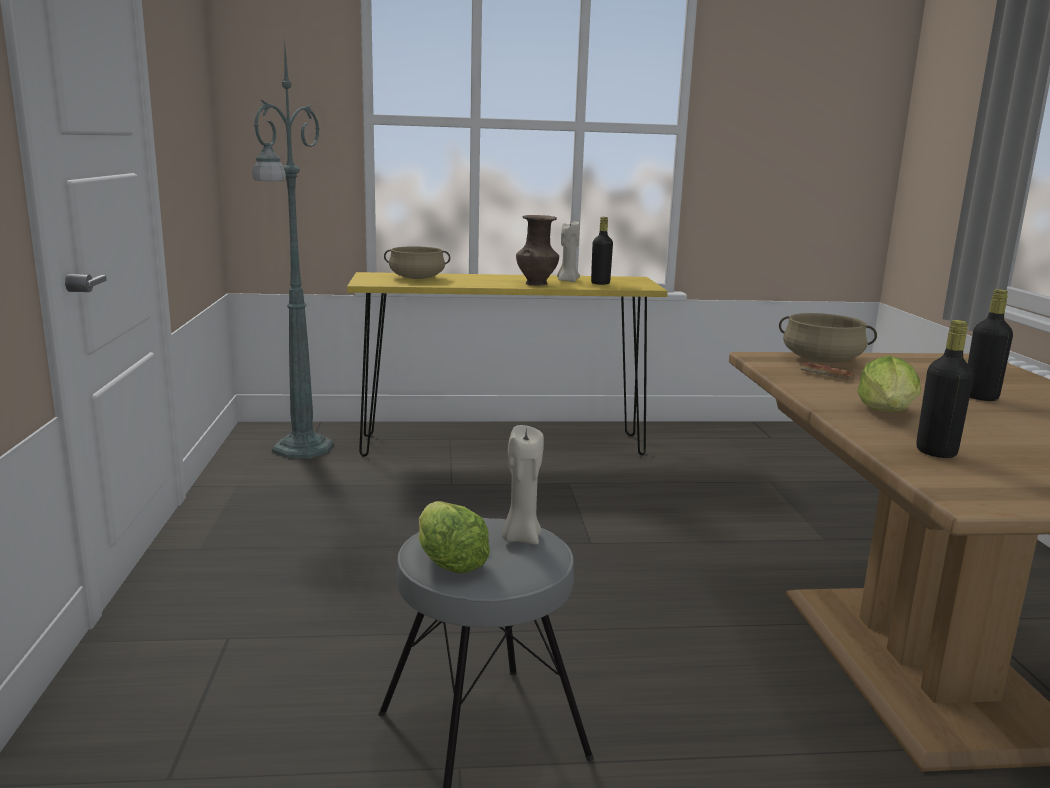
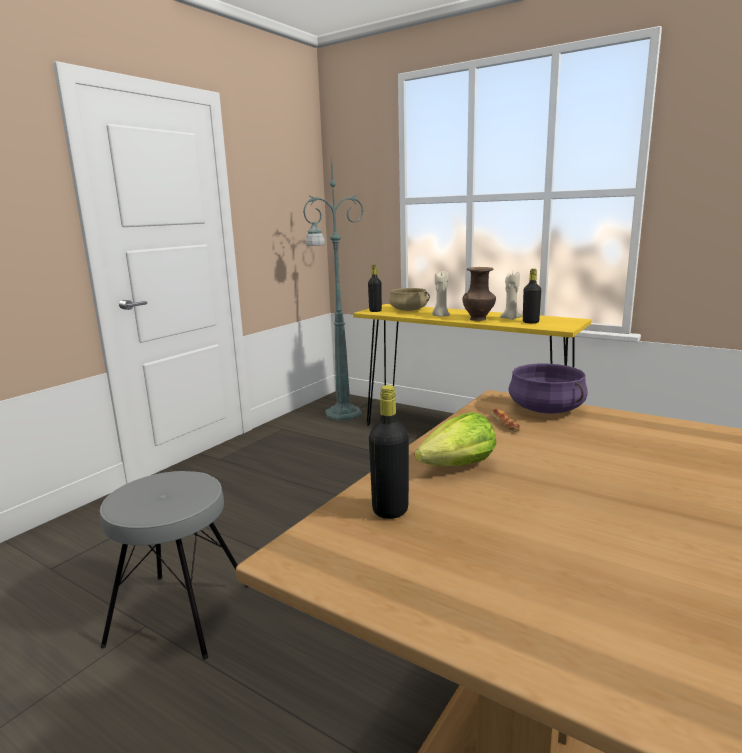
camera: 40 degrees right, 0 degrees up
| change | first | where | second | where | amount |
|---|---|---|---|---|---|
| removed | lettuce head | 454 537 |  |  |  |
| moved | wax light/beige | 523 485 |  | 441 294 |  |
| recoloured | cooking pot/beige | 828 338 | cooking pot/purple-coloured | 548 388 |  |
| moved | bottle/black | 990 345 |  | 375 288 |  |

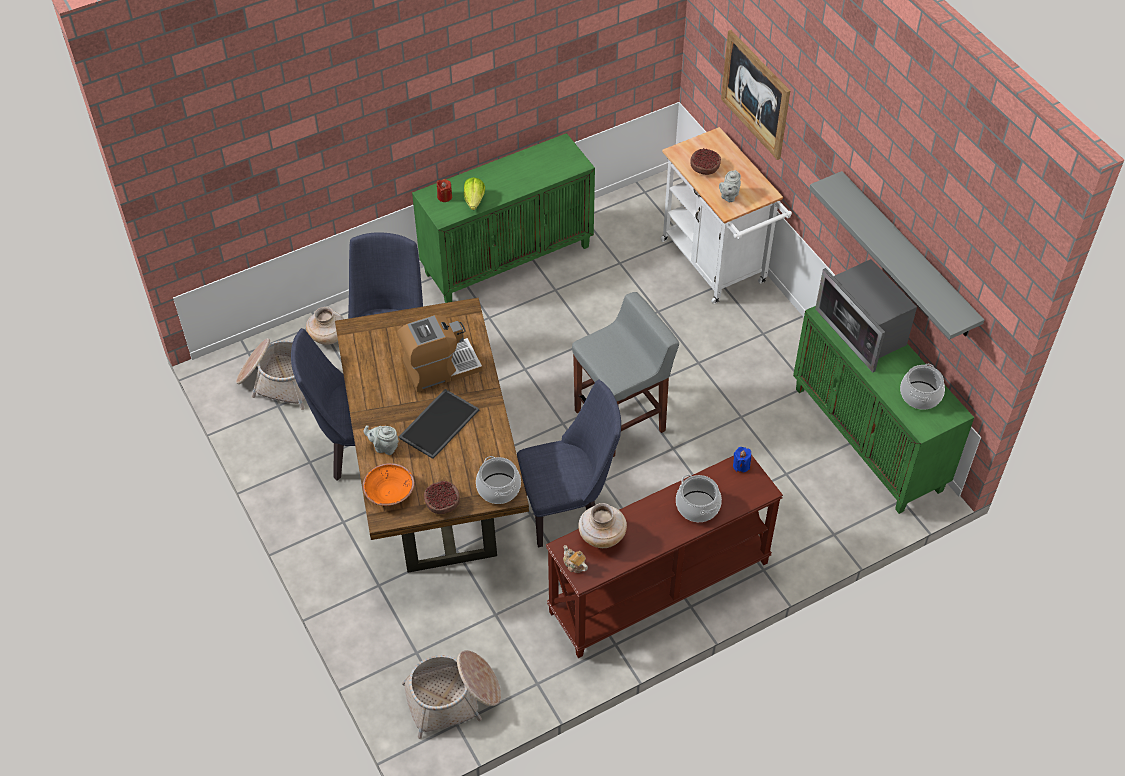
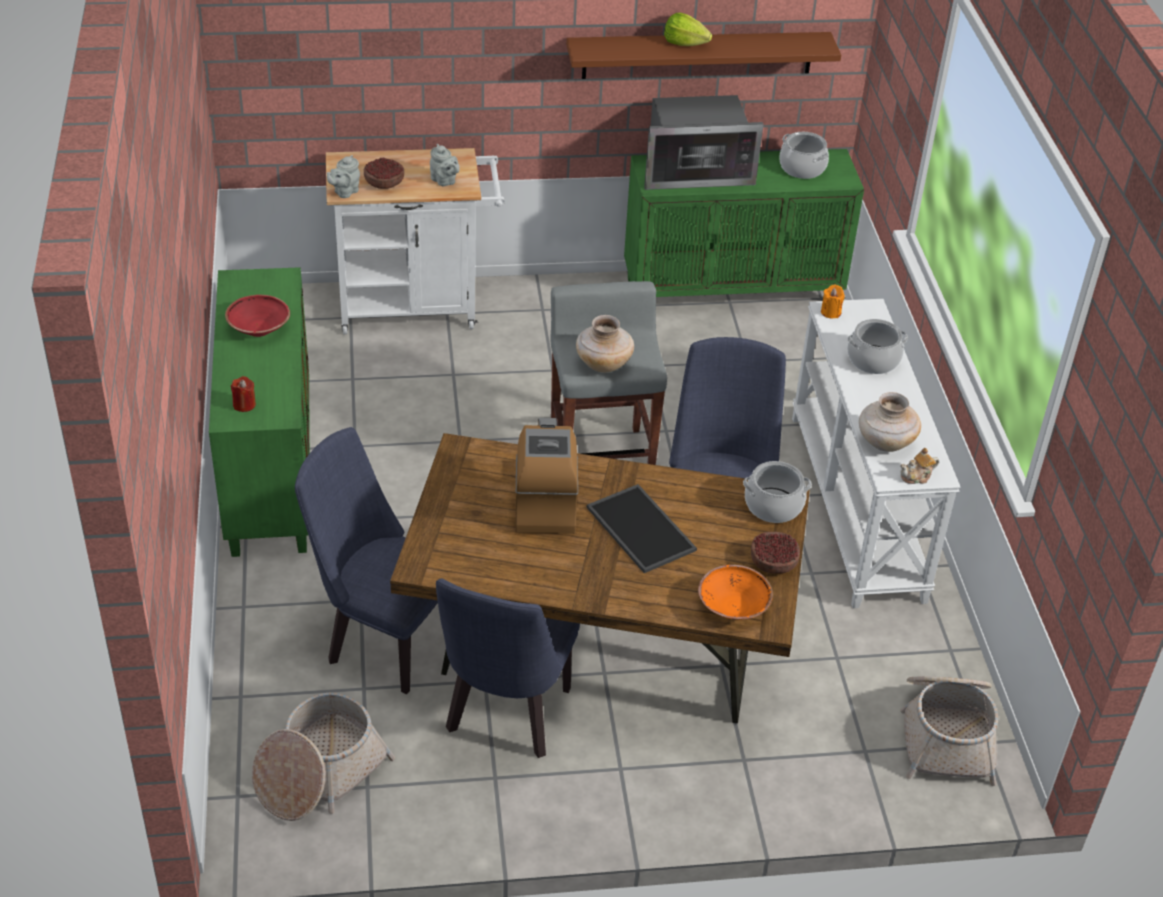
camera: 70 degrees left, 10 degrees down
| change | first | where | second | where | amount |
|---|---|---|---|---|---|
| moved | flower vase/beige | 325 326 |  | 605 344 |  |
| moved | tea pot/gray | 381 440 |  | 343 176 |  |
| moved | lettuce head | 474 193 |  | 688 29 |  |
| recoloured | console table/brown-coloured | 664 556 | console table/whitish | 876 453 |  |
| removed | wall art | 755 95 |  |  |  |
| recoloured | wax light/bluish | 742 460 | wax light/orange-coloured | 833 302 |  |
| recoloured | shelf/gray | 897 255 | shelf/brown-coloured | 703 55 |  |
| added |  |  | serving bowl/red-coloured | 257 316 |  |

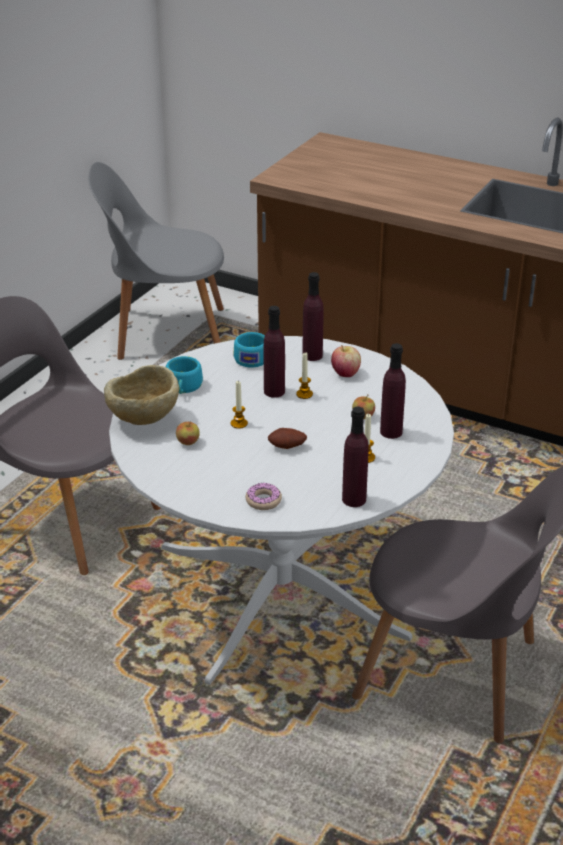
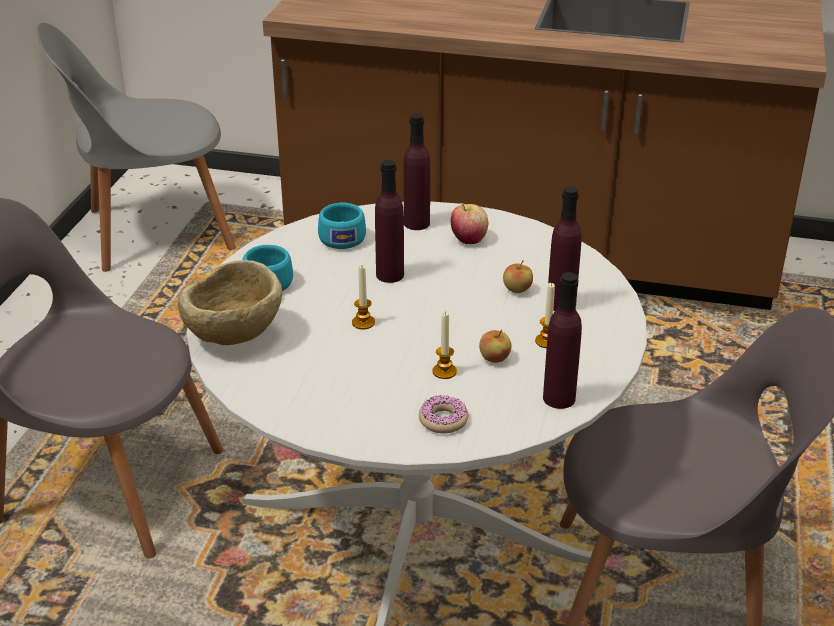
camera: 15 degrees left, 0 degrees up
| change | first | where | second | where | amount |
|---|---|---|---|---|---|
| moved | apple fruit | 188 433 |  | 495 346 |  |
| removed | whole potato | 287 438 |  |  |  |
| moved | wax light | 304 376 |  | 444 345 |  |

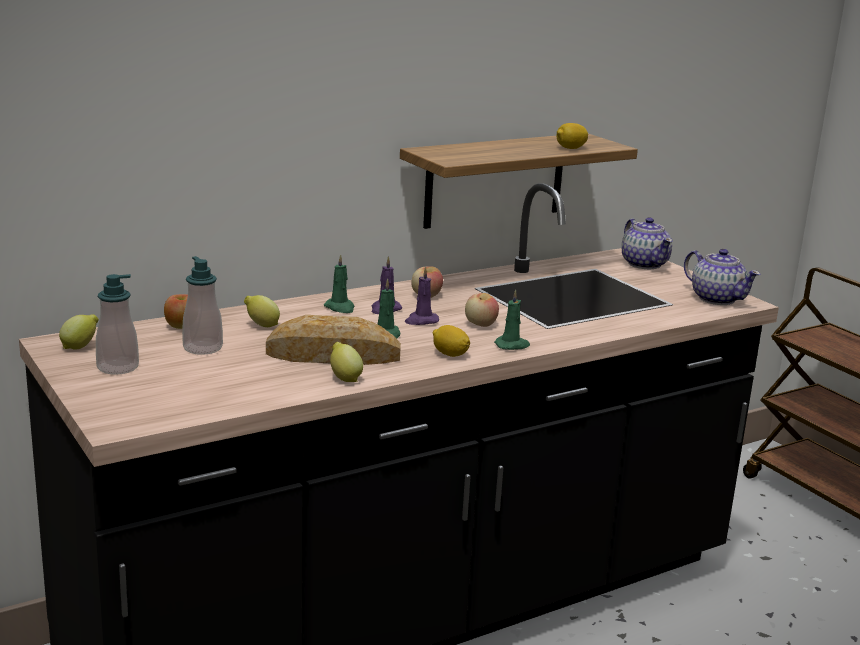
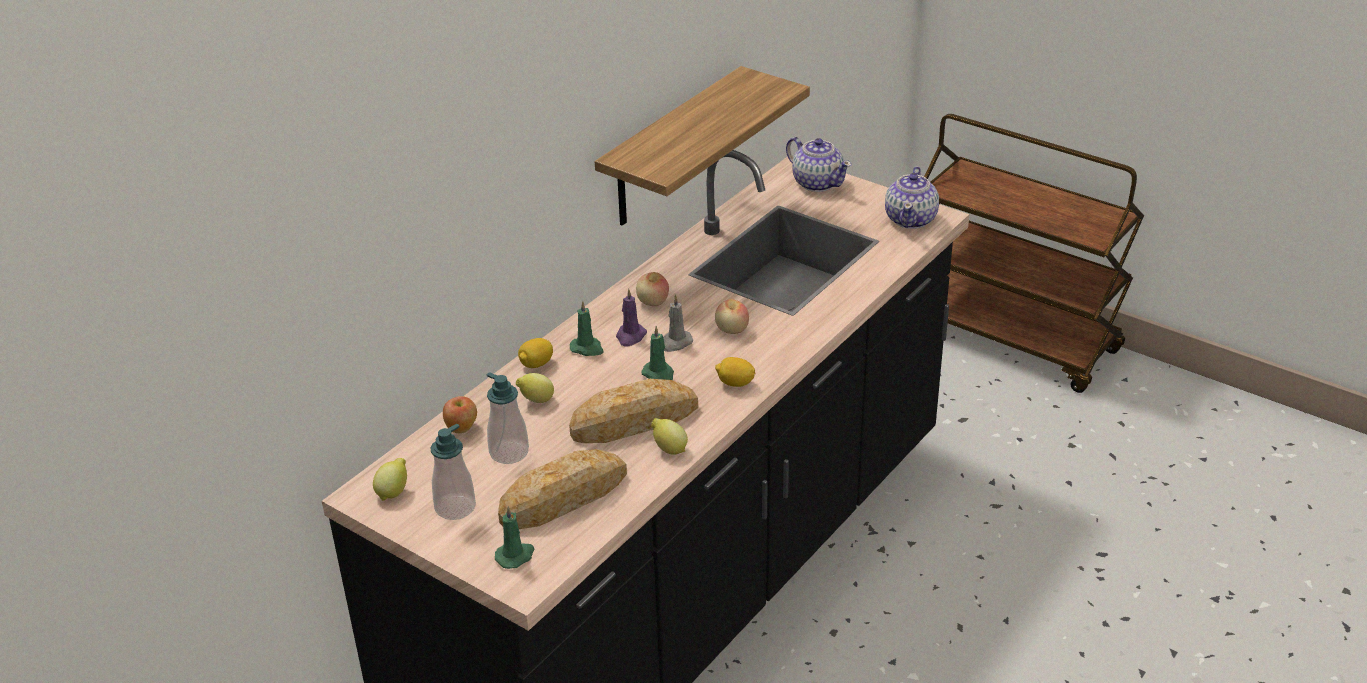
camera: 20 degrees left, 15 degrees up
| change | first | where | second | where | amount |
|---|---|---|---|---|---|
| recoloured | wax light/purple-coloured | 422 296 | wax light/gray | 678 323 |  |
| moved | wax light/green | 512 320 |  | 514 537 |  |
| moved | citrus fruit | 572 136 |  | 535 353 |  |
| turned | tea pot | 722 277 |  | 912 197 | 75 degrees clockwise |
| added |  |  | baked bread | 562 489 |  |

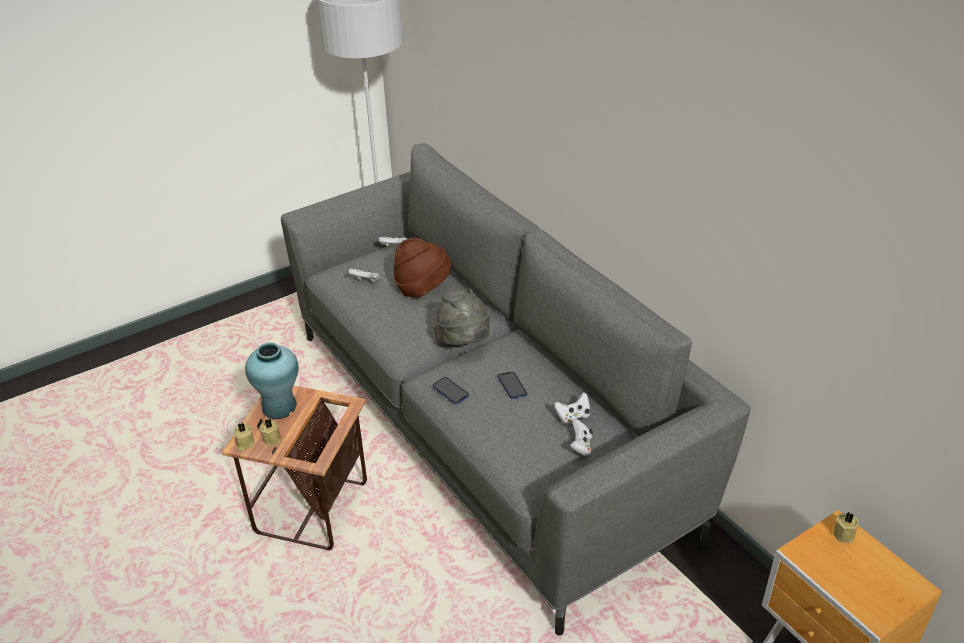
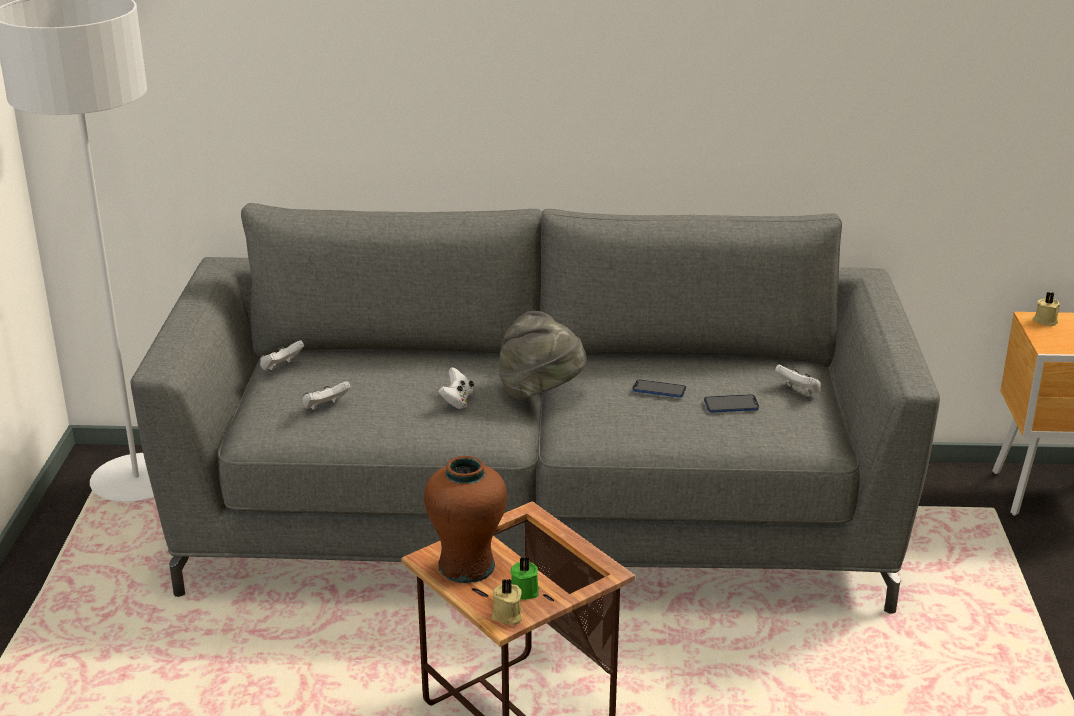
camera: 55 degrees left, 10 degrees down
| change | first | where | second | where | amount |
|---|---|---|---|---|---|
| recoloured | flower vase/turquoise-coloured | 272 381 | flower vase/brown-coloured | 465 519 |  |
| recoloured | wax light/beige | 270 432 | wax light/green | 524 578 |  |
| removed | hat/brown-coloured | 422 268 |  |  |  |
| moved | handset | 450 391 |  | 731 403 |  |
| moved | joypad/whitish | 572 408 |  | 456 388 |  |

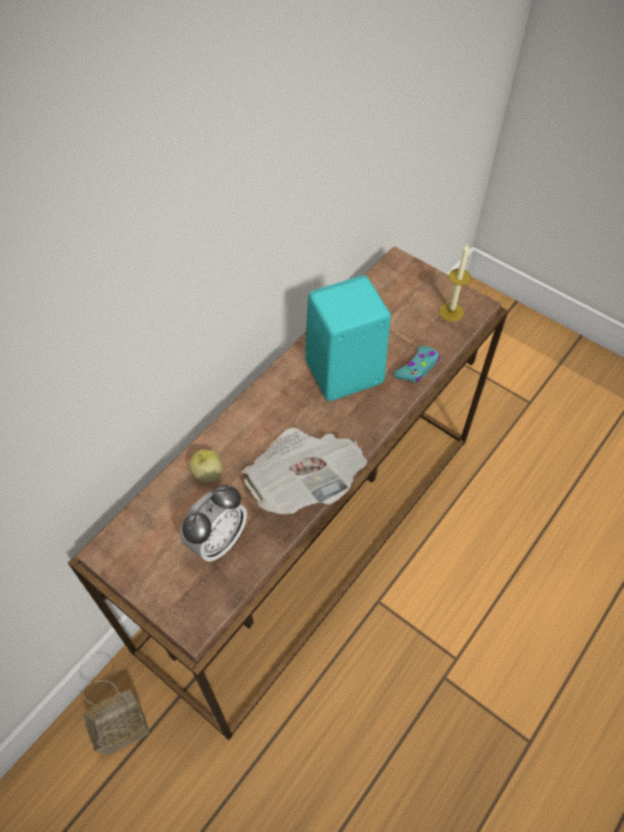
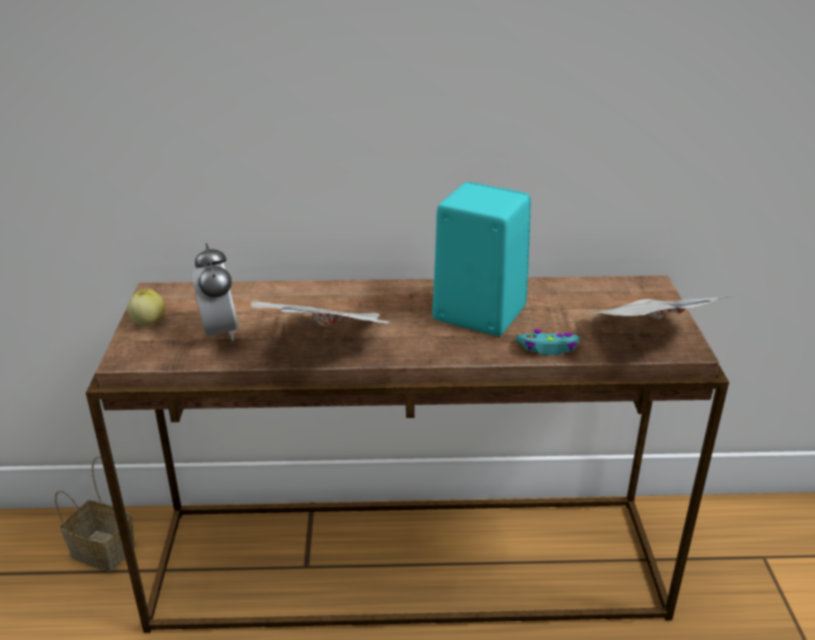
camera: 50 degrees right, 25 degrees down
| change | first | where | second | where | amount |
|---|---|---|---|---|---|
| turned | alarm clock | 213 523 |  | 215 292 | 105 degrees counterclockwise |
| moved | apple fruit | 206 466 |  | 147 307 |  |
| replaced | wax light | 455 282 | daily paper | 657 308 |  |

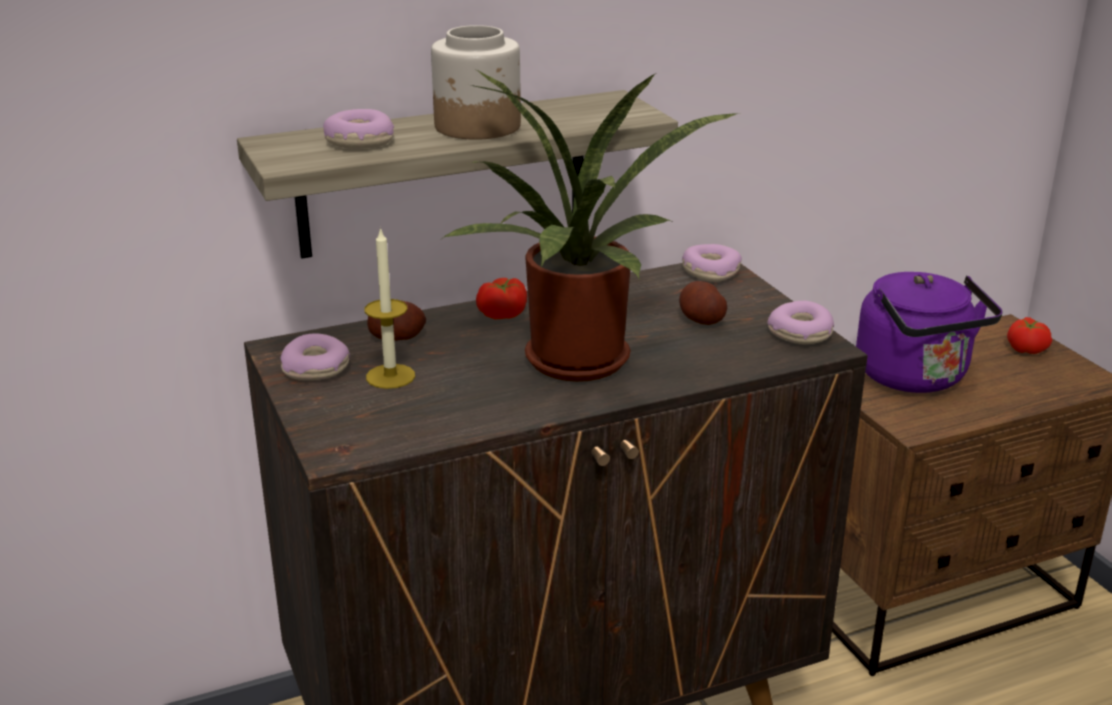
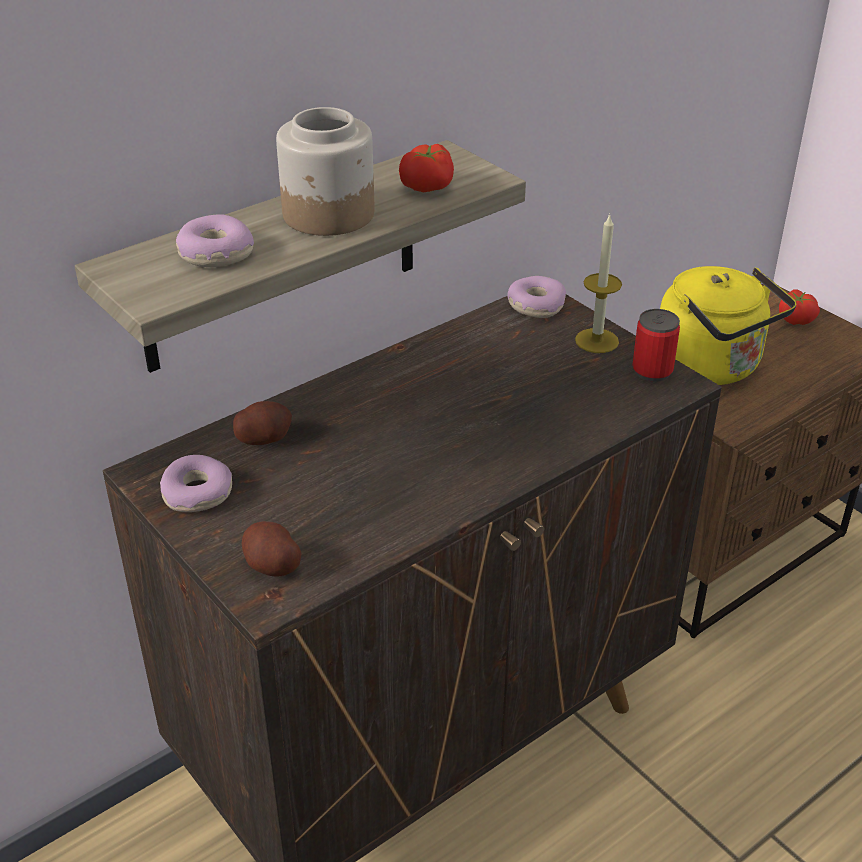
camera: 15 degrees left, 10 degrees up
| change | first | where | second | where | amount |
|---|---|---|---|---|---|
| moved | wax light | 390 308 |  | 598 283 |  |
| removed | houseplant | 589 225 |  |  |  |
| moved | tomato | 501 298 |  | 426 168 |  |
| moved | whole potato | 703 303 |  | 272 549 |  |
| replaced | donut | 800 322 | can | 656 345 |  |
| recoloured | water kettle/purple-coloured | 929 332 | water kettle/yellow-coloured | 728 325 |  |

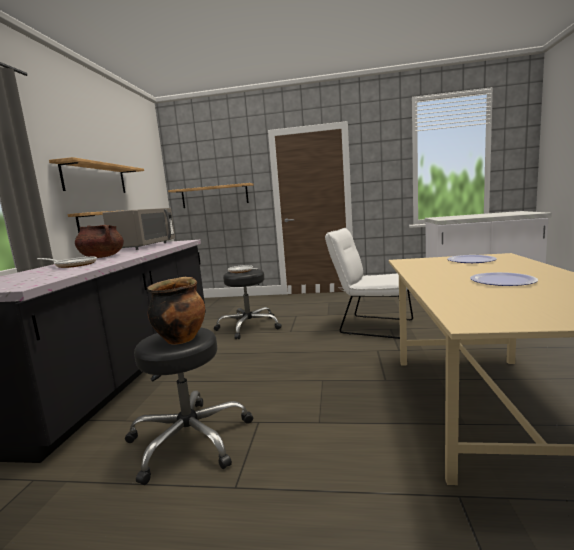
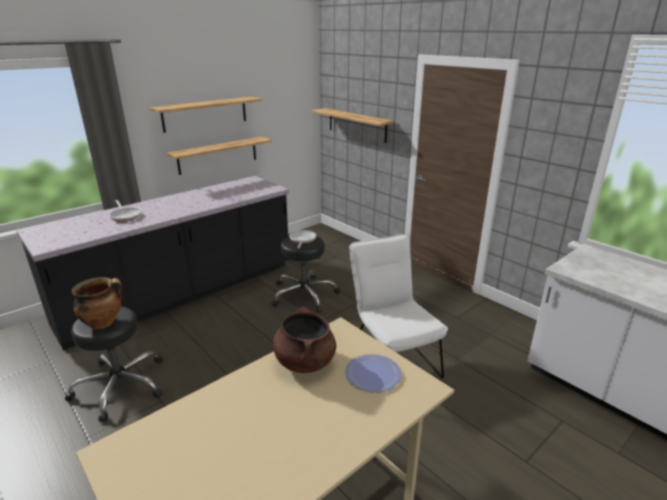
camera: 40 degrees right, 15 degrees up
| change | first | where | second | where | amount |
|---|---|---|---|---|---|
| moved | cooking pot/brown-coloured | 99 241 |  | 304 340 |  |
| removed | kitchen microwave/gray | 139 229 |  |  |  |
| removed | flat dish | 504 279 |  |  |  |

